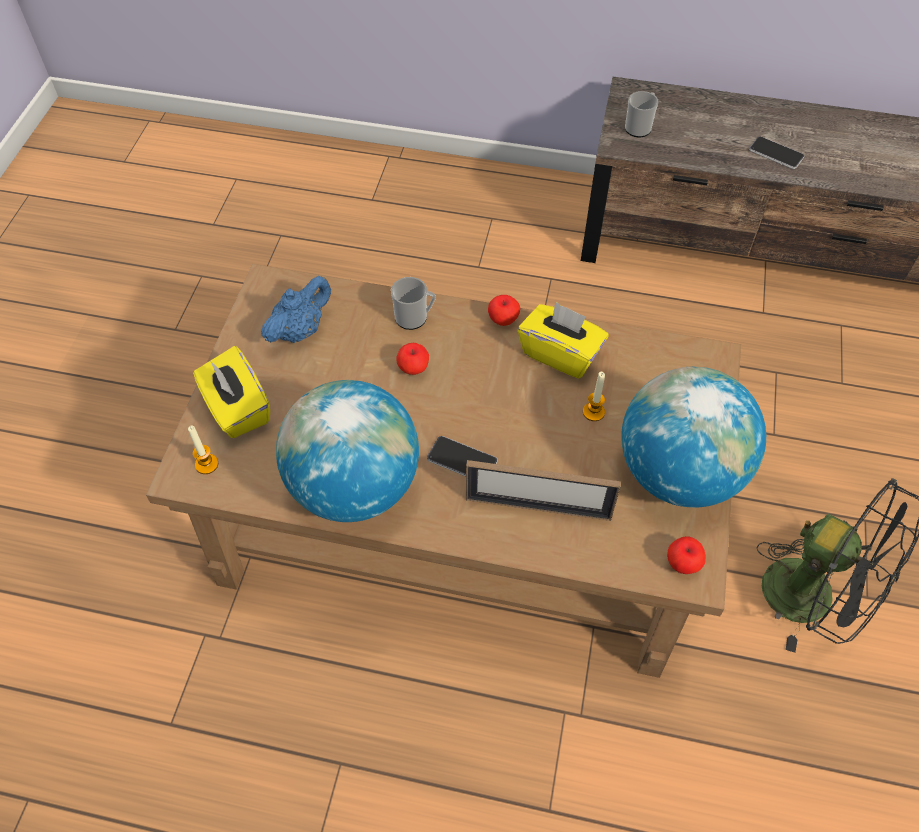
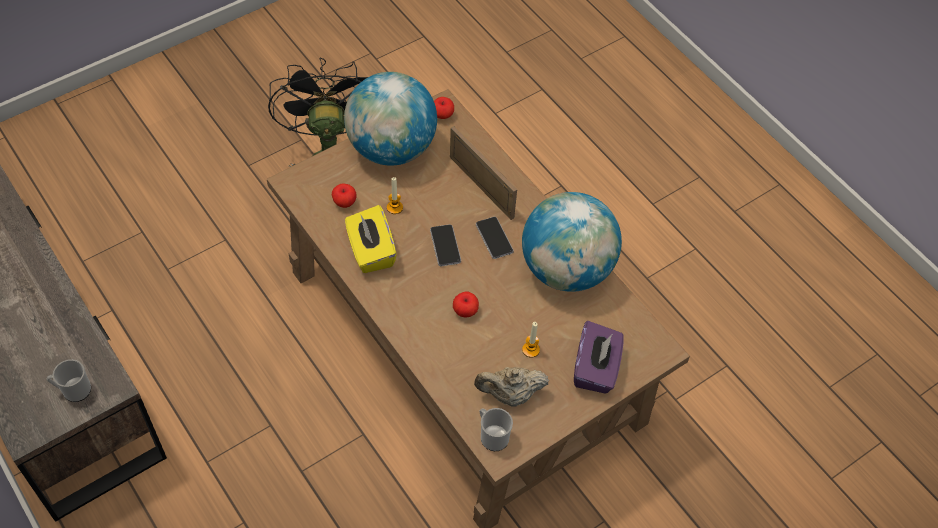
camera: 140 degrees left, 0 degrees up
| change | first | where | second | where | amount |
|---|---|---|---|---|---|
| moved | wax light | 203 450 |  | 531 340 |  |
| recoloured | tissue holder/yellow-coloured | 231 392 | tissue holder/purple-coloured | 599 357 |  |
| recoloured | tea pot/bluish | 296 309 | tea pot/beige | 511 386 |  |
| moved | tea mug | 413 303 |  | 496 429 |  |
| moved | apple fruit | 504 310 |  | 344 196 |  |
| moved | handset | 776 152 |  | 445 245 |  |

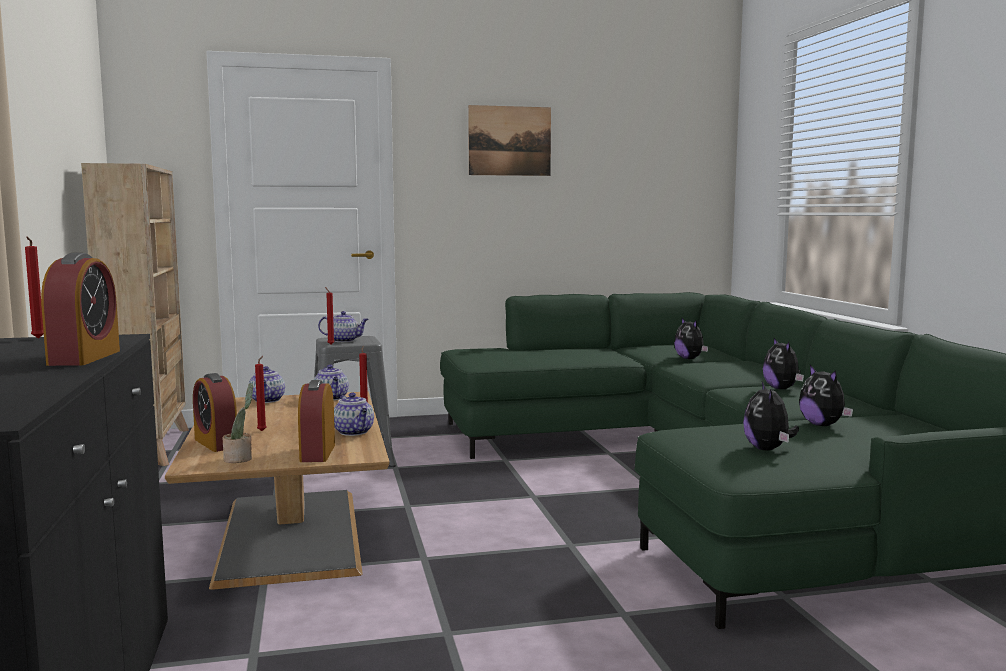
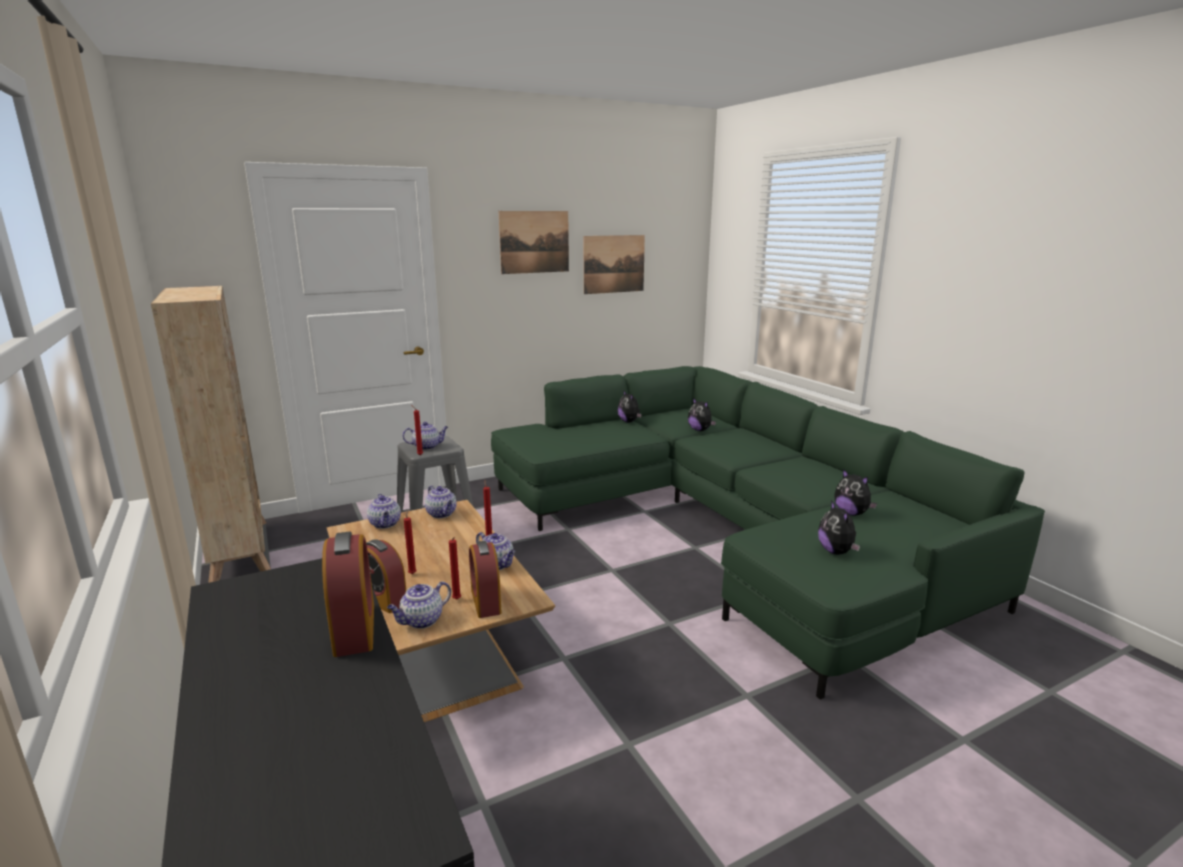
camera: 15 degrees left, 10 degrees up
| change | first | where | second | where | amount |
|---|---|---|---|---|---|
| moved | wax light/red-coloured | 34 288 |  | 455 568 |  |
| replaced | houseplant | 237 423 | tea pot | 419 605 |  |
| moved | cuddly toy | 783 363 |  | 630 407 |  |
| added |  |  | wall art | 614 264 |  |

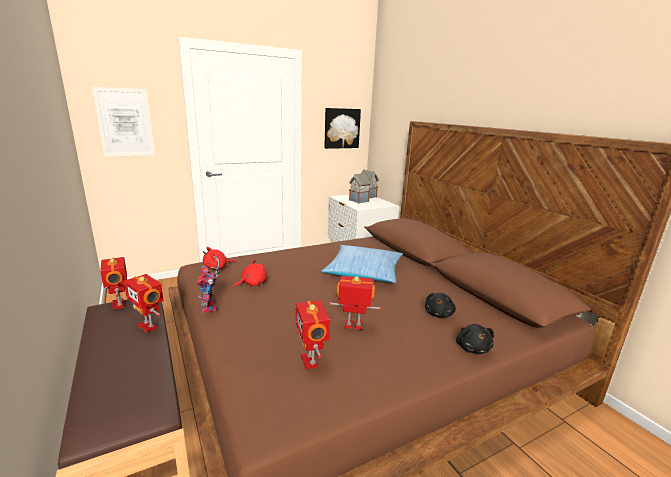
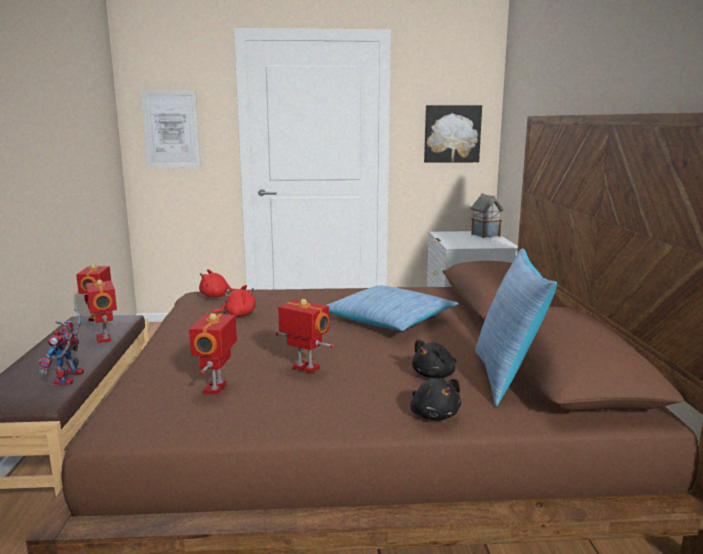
camera: 25 degrees right, 5 degrees down
| change | first | where | second | where | amount |
|---|---|---|---|---|---|
| moved | model robot | 208 284 |  | 61 346 |  |
| removed | model house | 360 188 |  |  |  |
| turned | cuddly toy/black | 475 339 |  | 435 399 | 45 degrees counterclockwise |
| added |  |  | cushion | 516 327 |  |

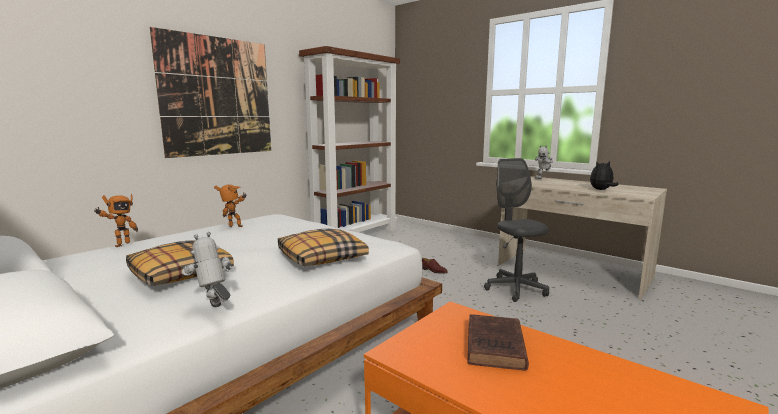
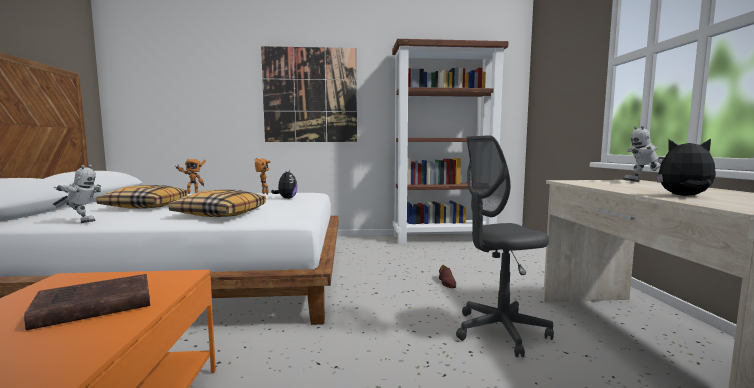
camera: 45 degrees right, 5 degrees down
| change | first | where | second | where | amount |
|---|---|---|---|---|---|
| turned | model robot | 207 269 |  | 77 194 | 90 degrees clockwise |
| turned | desk chair/gray | 516 230 |  | 505 246 | 135 degrees counterclockwise |
| added |  |  | cuddly toy | 284 184 |  |

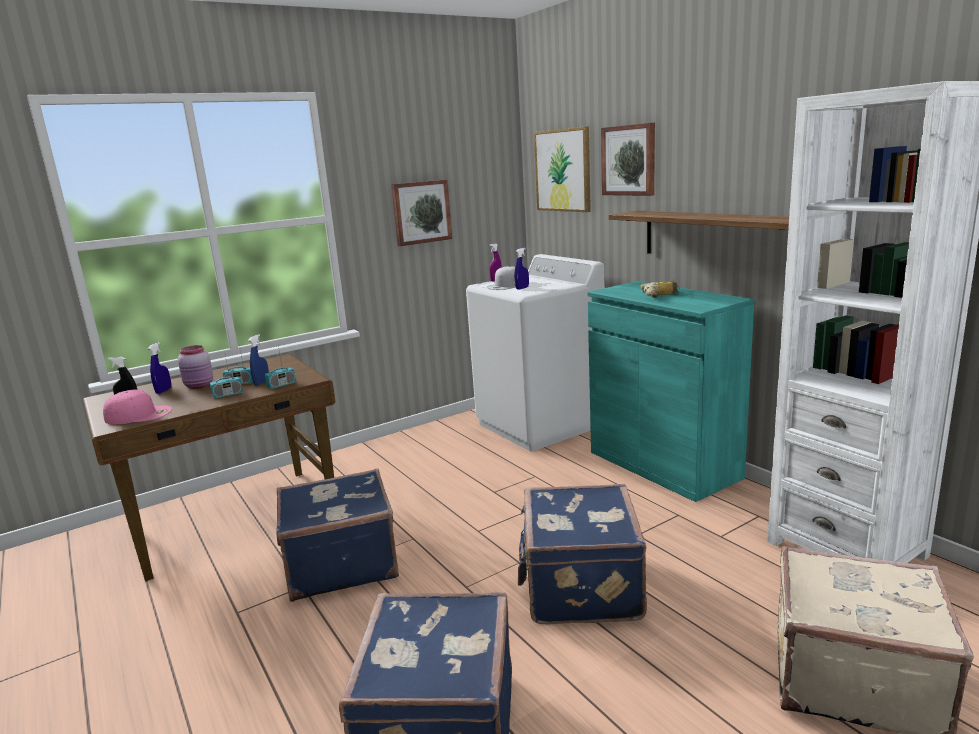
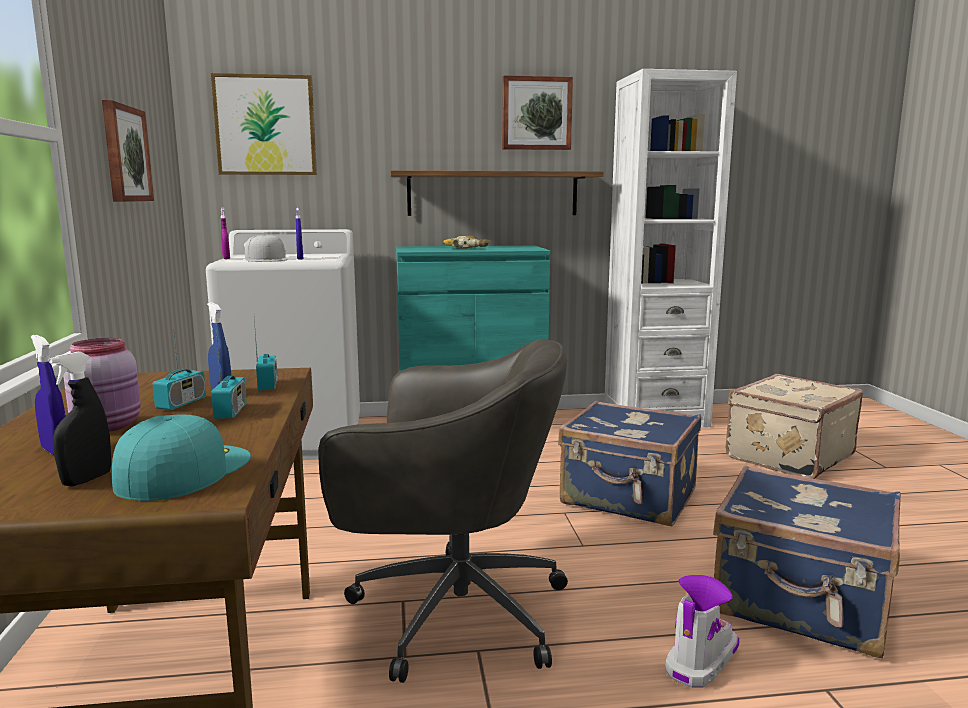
camera: 65 degrees left, 5 degrees down
| change | first | where | second | where | amount |
|---|---|---|---|---|---|
| recoloured | baseball cap/pinkish | 137 406 | baseball cap/turquoise-coloured | 181 458 |  |
| replaced | travel case/bluish | 337 535 | desk chair/gray | 443 511 |  |
| moved | wall art | 628 159 |  | 537 112 |  |
| added |  |  | boot | 702 631 |  |

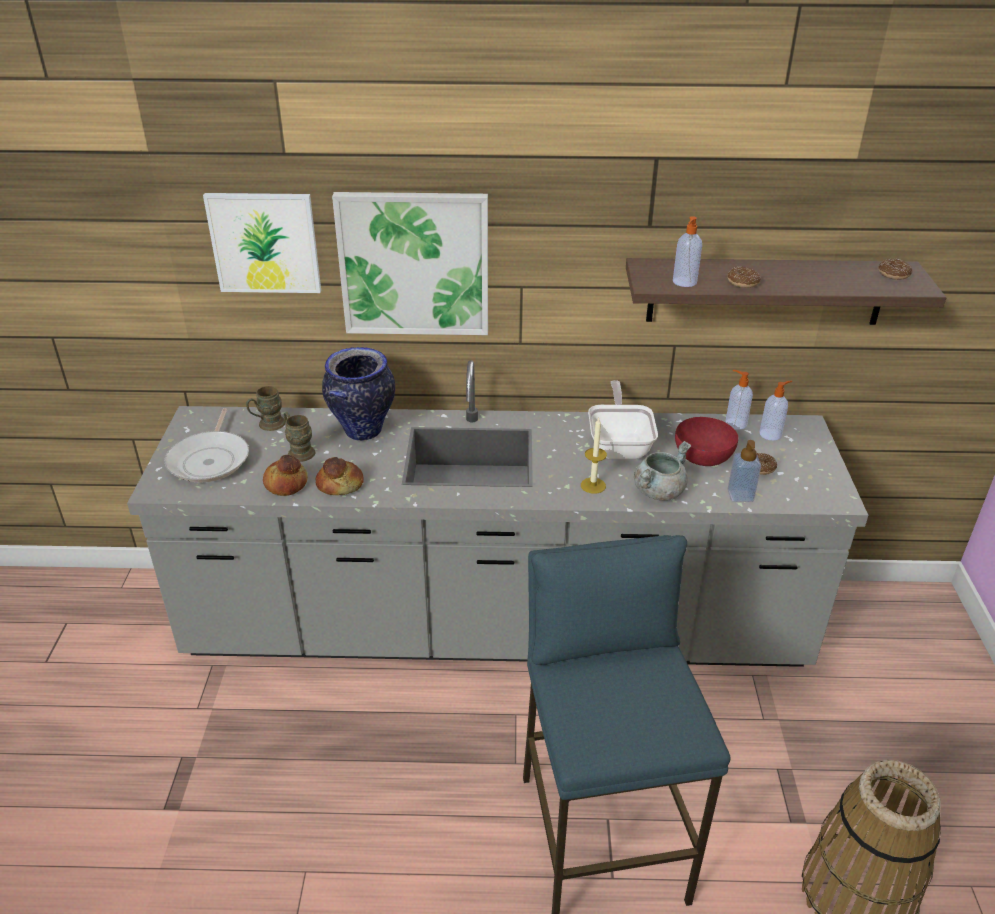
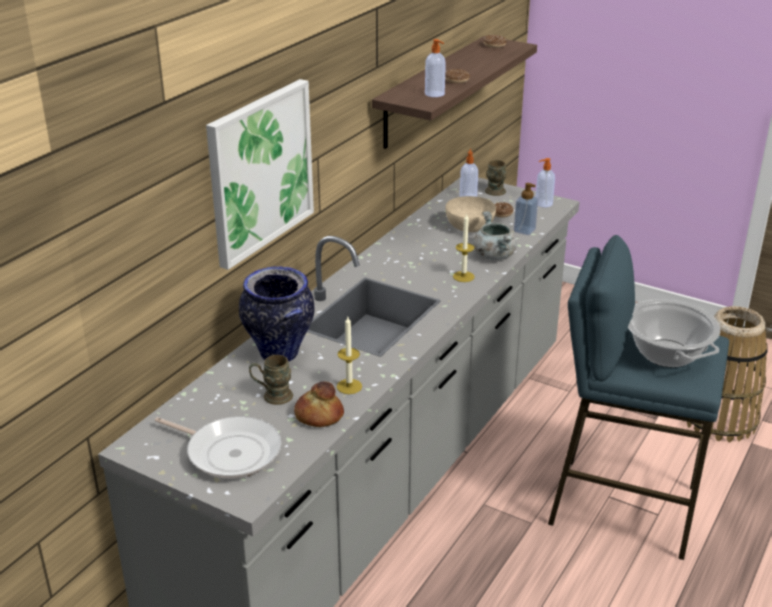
camera: 60 degrees left, 5 degrees down
| change | first | where | second | where | amount |
|---|---|---|---|---|---|
| removed | wall art | 262 243 |  |  |  |
| moved | tea mug/brown-coloured | 265 408 |  | 496 178 |  |
| replaced | baked bread | 340 476 | wax light | 349 355 |  |
| removed | skillet | 623 419 |  |  |  |
| recoloured | serving bowl/red-coloured | 706 441 | serving bowl/beige | 471 214 |  |
| moved | liquid soap bottle | 739 400 |  | 545 182 |  |
| added |  |  | cooking pot | 674 333 |  |

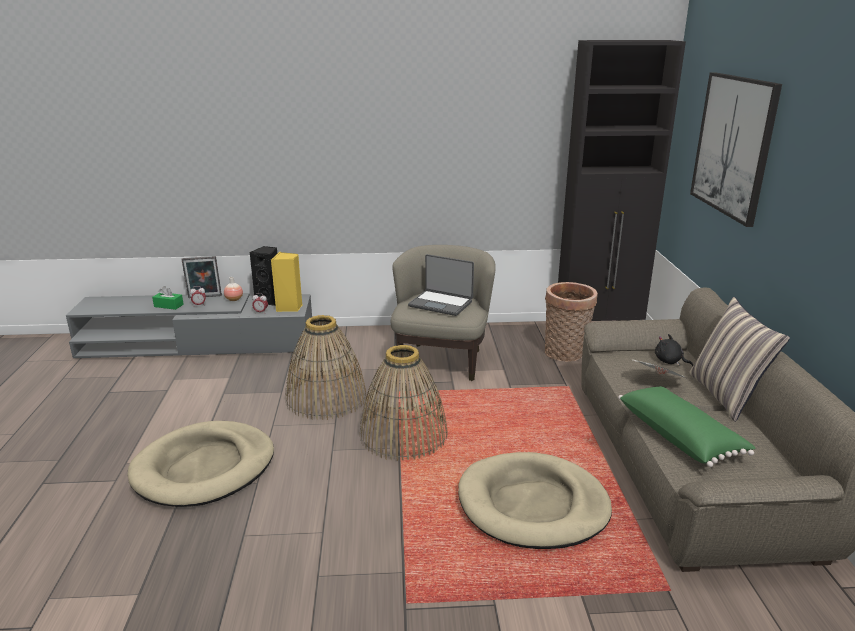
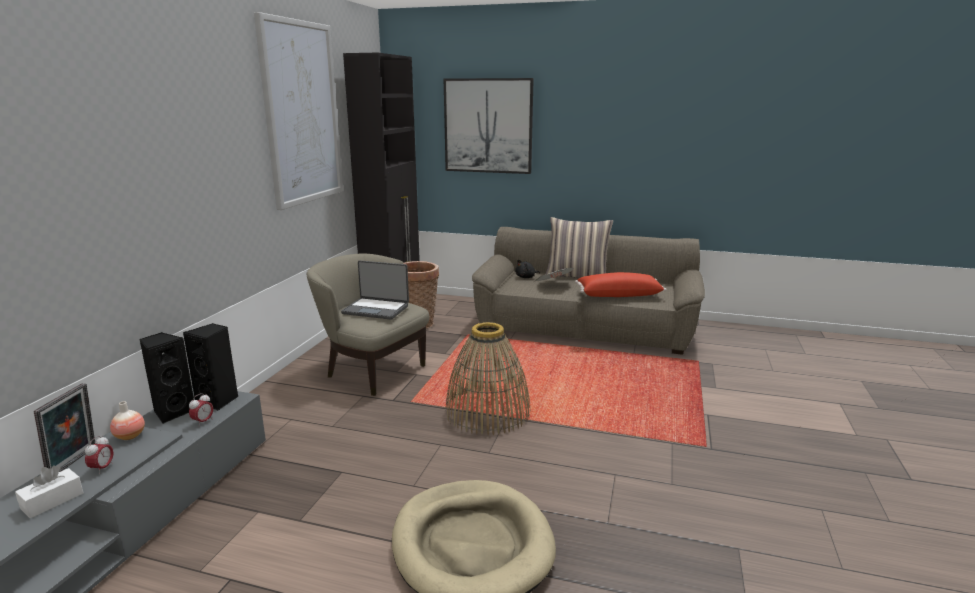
camera: 70 degrees left, 5 degrees down
| change | first | where | second | where | amount |
|---|---|---|---|---|---|
| recoloured | tissue holder/green | 168 298 | tissue holder/whitish | 49 492 |  |
| recoloured | loudspeaker/yellow-coloured | 286 282 | loudspeaker/black | 210 367 |  |
| removed | storage basket | 326 367 |  |  |  |
| turned | laptop | 441 285 |  | 375 290 | 60 degrees clockwise |
| removed | dog bed/beige | 535 500 |  |  |  |
| recoloured | cushion/green | 686 426 | cushion/red-coloured | 621 284 |  |
| added |  |  | wall art | 298 111 |  |

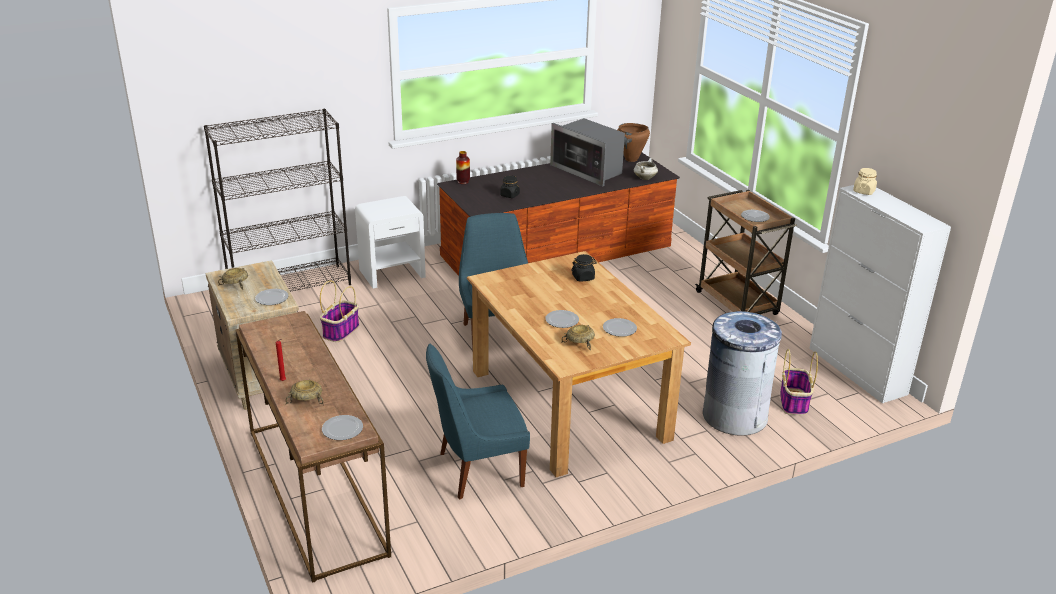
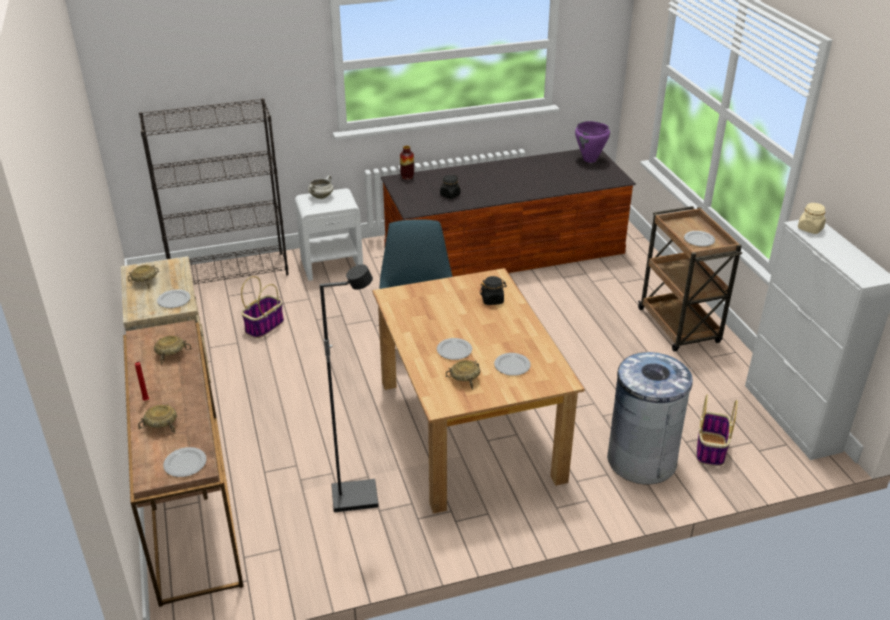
camera: 10 degrees right, 5 degrees up
| change | first | where | second | where | amount |
|---|---|---|---|---|---|
| replaced | plain chair/bluish | 478 422 | standing lamp/black | 349 388 |  |
| removed | kitchen microwave | 587 152 |  |  |  |
| recoloured | cooking pot/brown-coloured | 634 142 | cooking pot/purple-coloured | 592 142 |  |
| moved | cooking pot/whitish | 646 169 |  | 321 187 |  |
| added |  |  | serving bowl/beige | 173 350 |  |

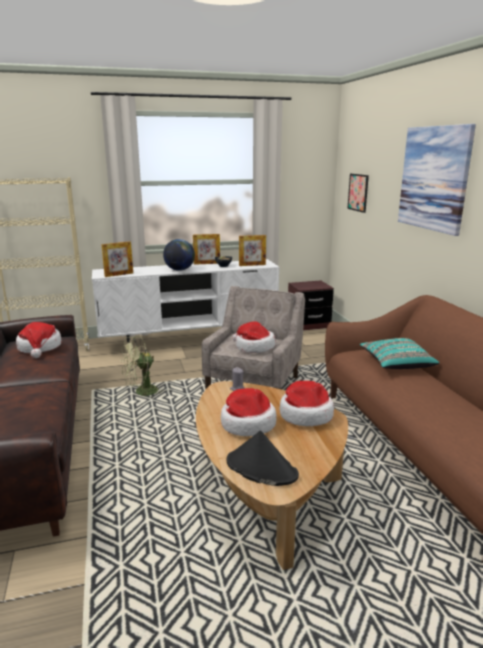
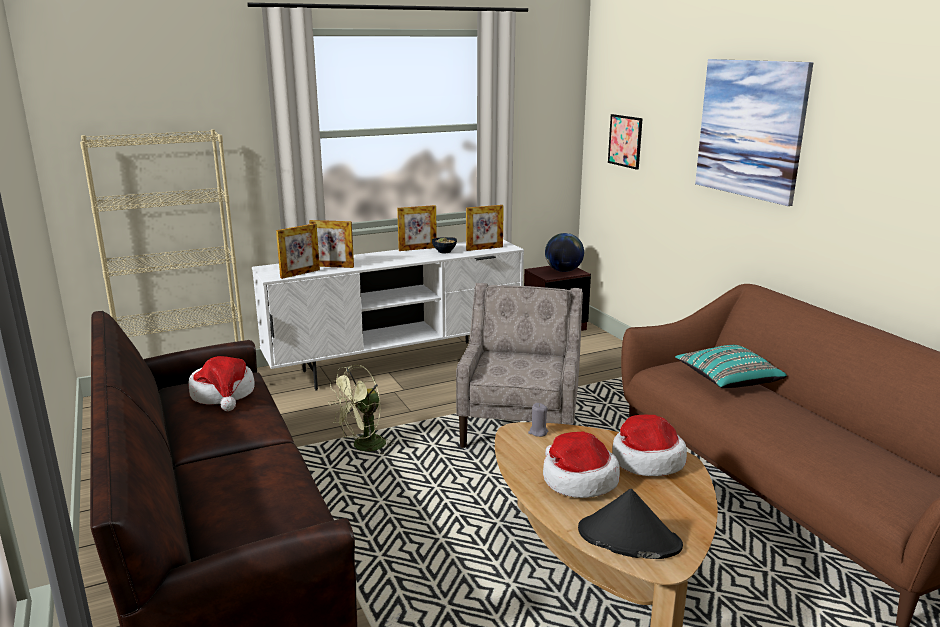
camera: 10 degrees left, 0 degrees up
| change | first | where | second | where | amount |
|---|---|---|---|---|---|
| moved | globe | 179 255 |  | 564 252 |  |
| removed | hat | 254 337 |  |  |  |
| added |  |  | picture frame | 331 244 |  |

